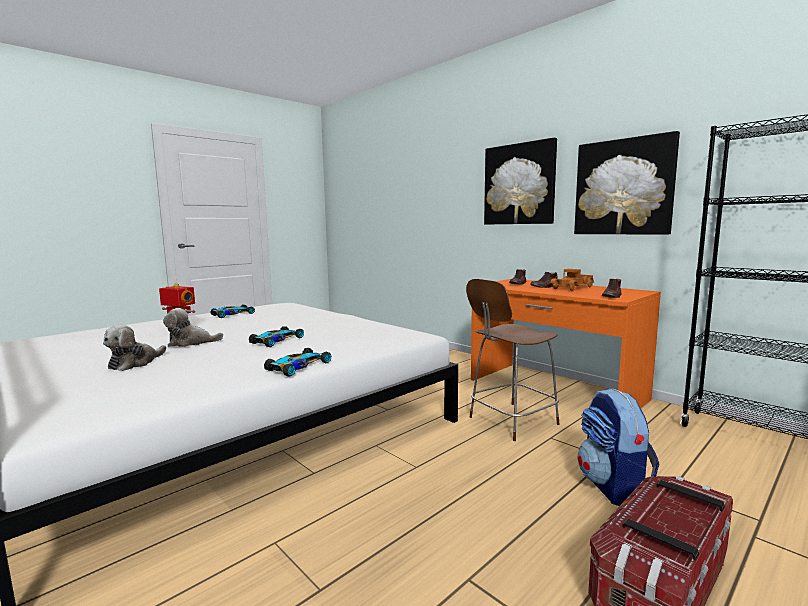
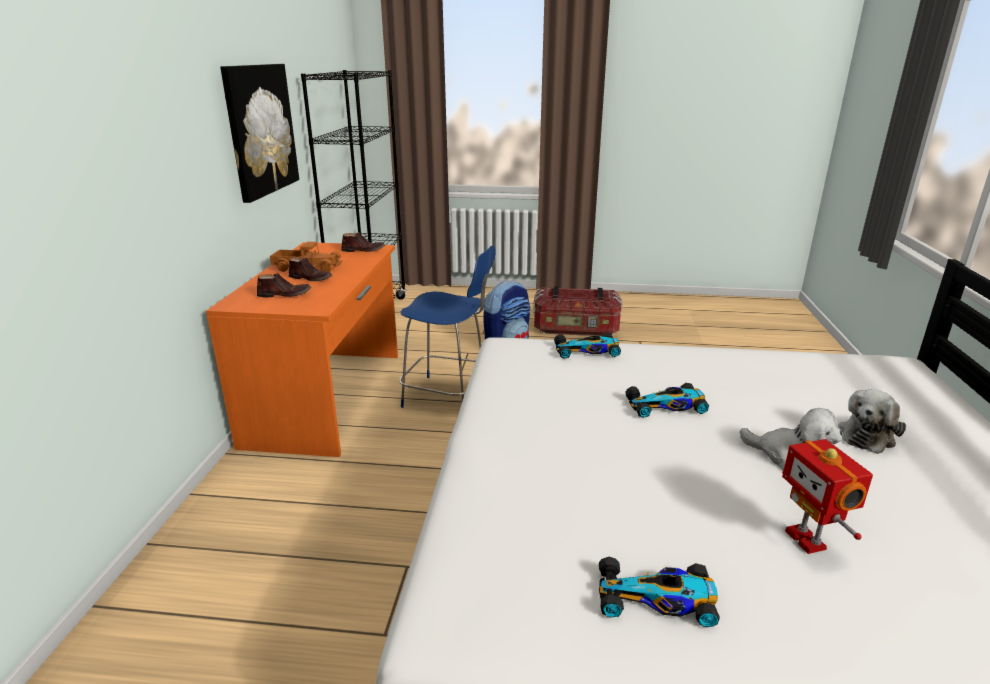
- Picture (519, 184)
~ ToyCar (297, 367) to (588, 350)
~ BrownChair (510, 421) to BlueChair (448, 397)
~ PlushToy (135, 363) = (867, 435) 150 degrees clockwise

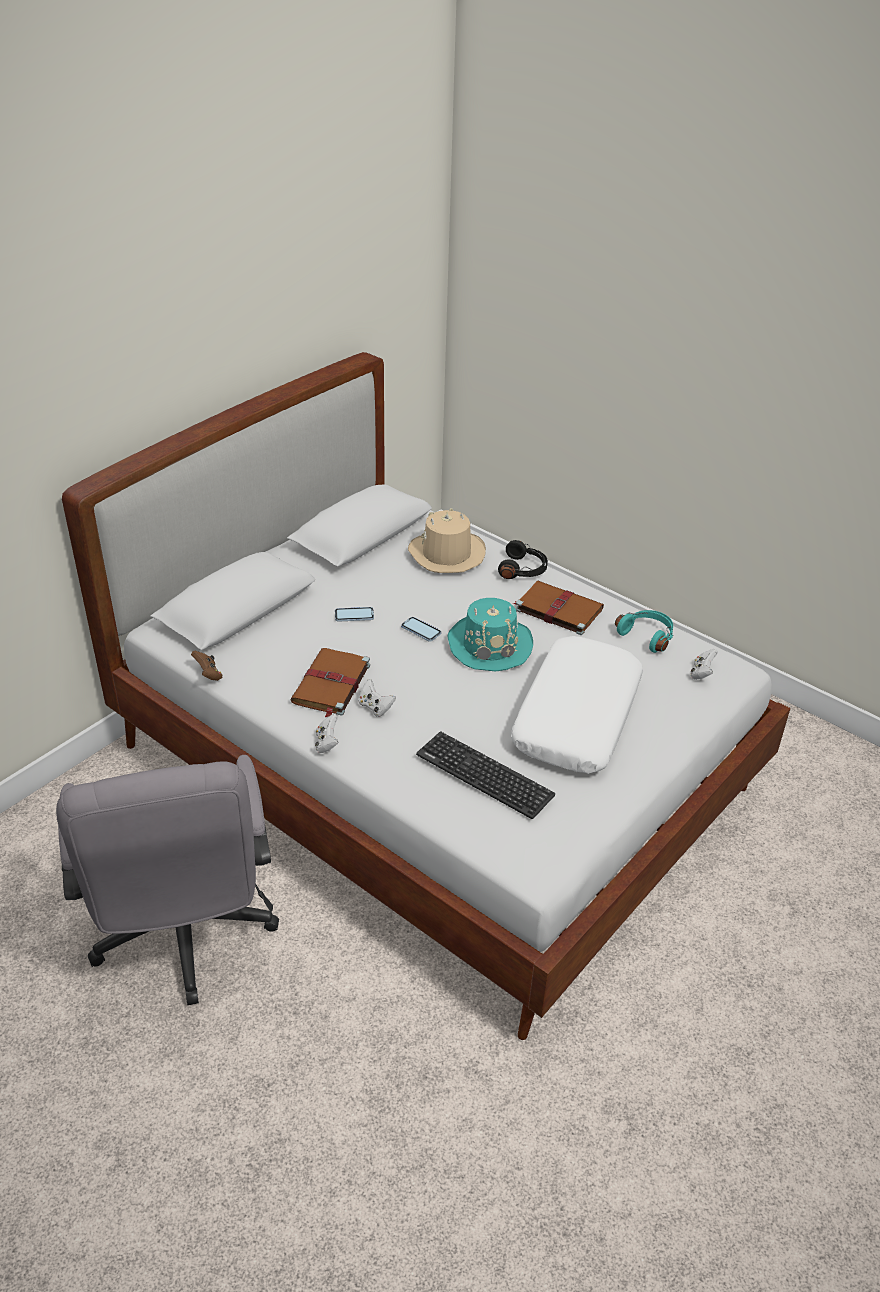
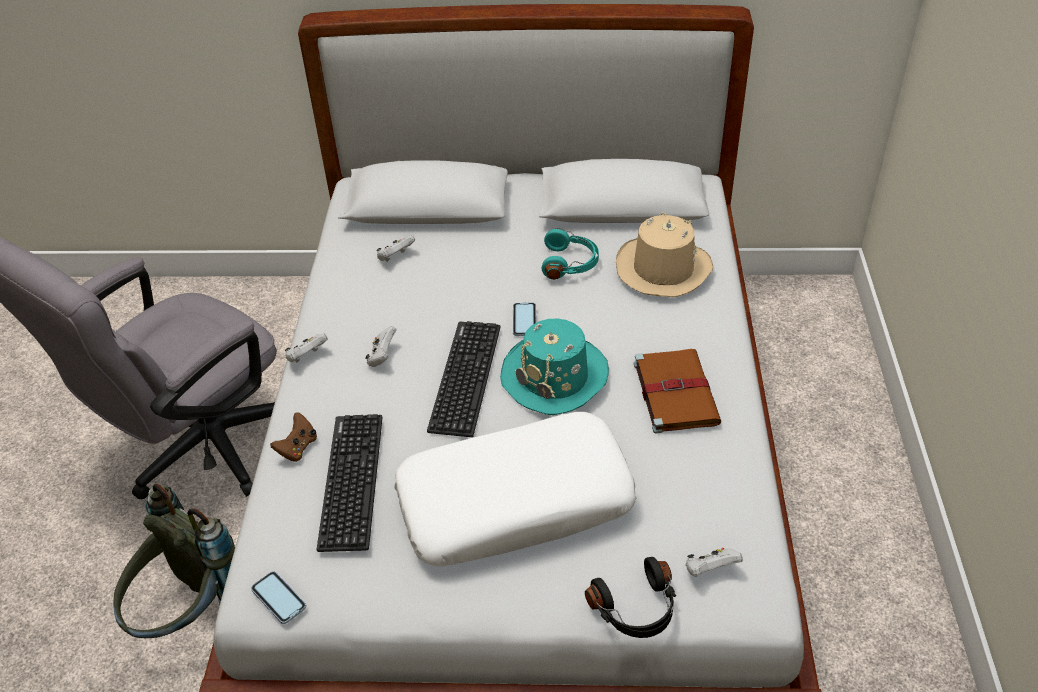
- BrownBook (331, 685)
+ GreyBackpack (189, 615)
+ WhiteGameController (395, 257)
+ Keyboard (465, 378)
~ BrownGameController (208, 674) to (298, 447)
~ Phone (354, 615) to (279, 598)
~ BlackHeadphones (523, 570) to (636, 609)
~ TurquoiseHeadphones (647, 636) to (570, 263)

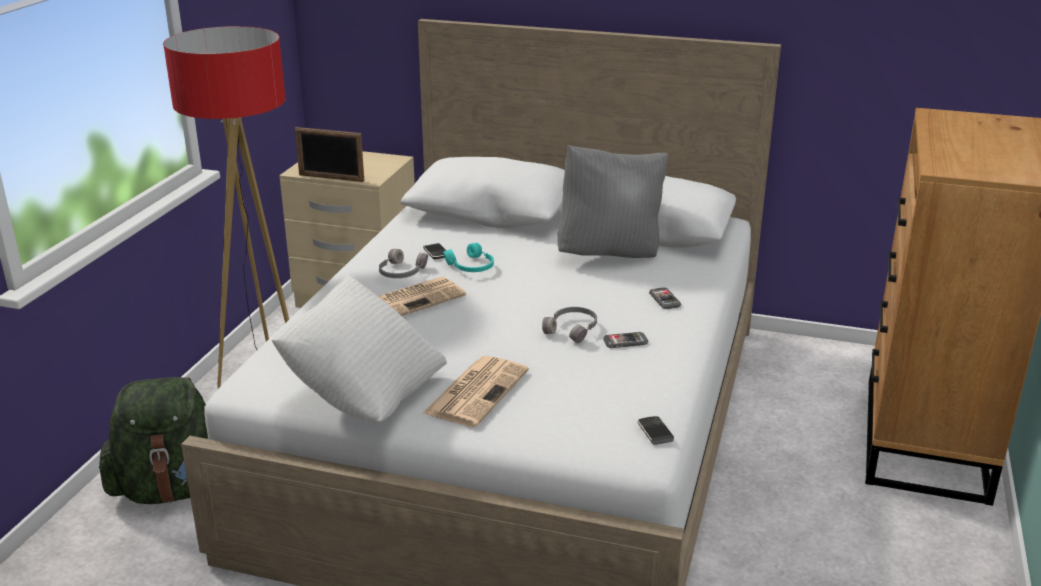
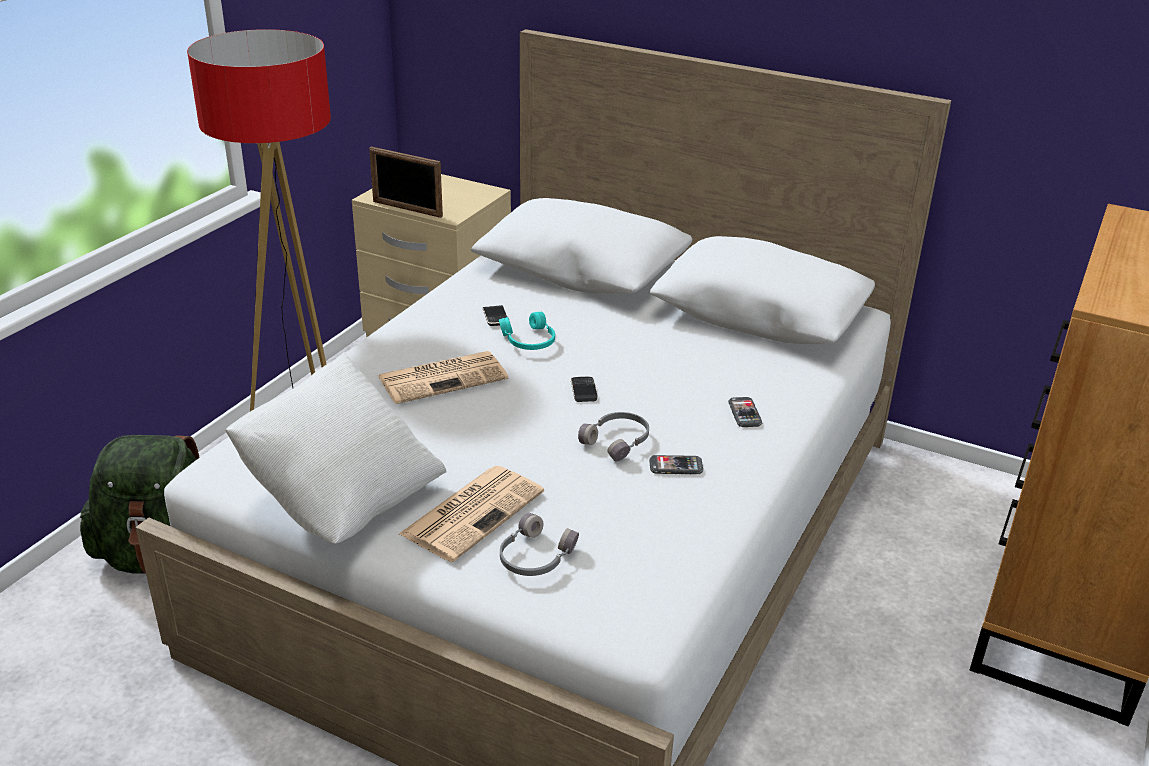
- GreyPillow (610, 253)
~ GreyHeadphones (401, 272) to (534, 557)
~ Phone (655, 432) to (583, 391)

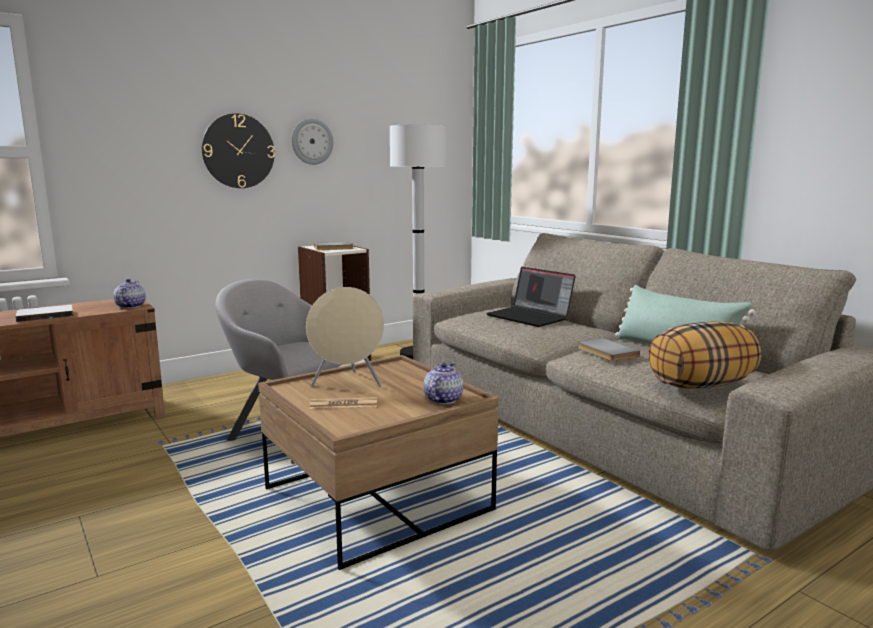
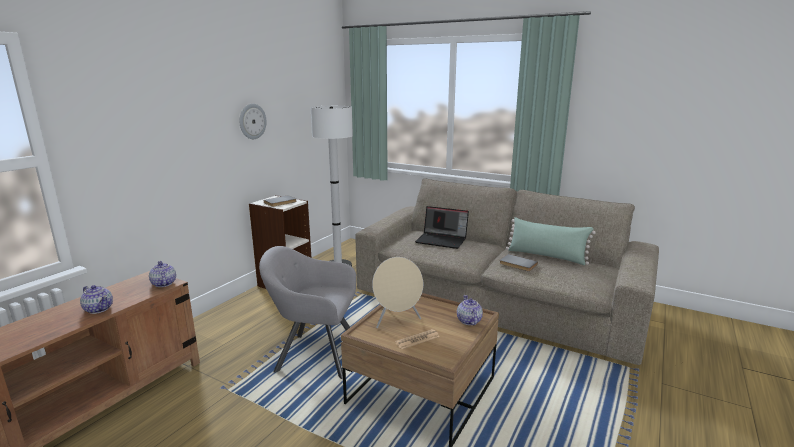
- WallClock (238, 151)
- Pillow (701, 385)
~ WhiteBook (45, 315) to Teapot (99, 309)

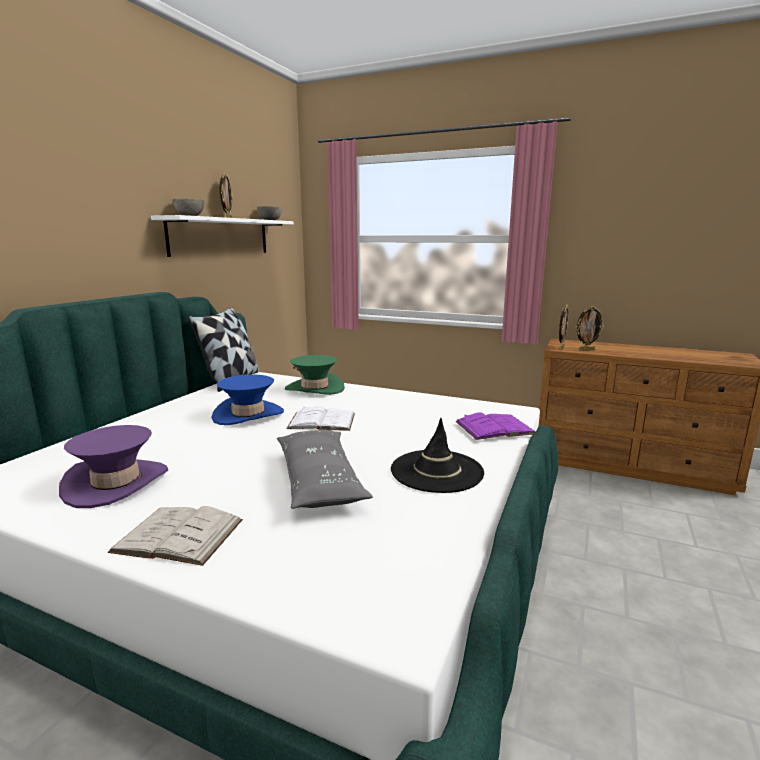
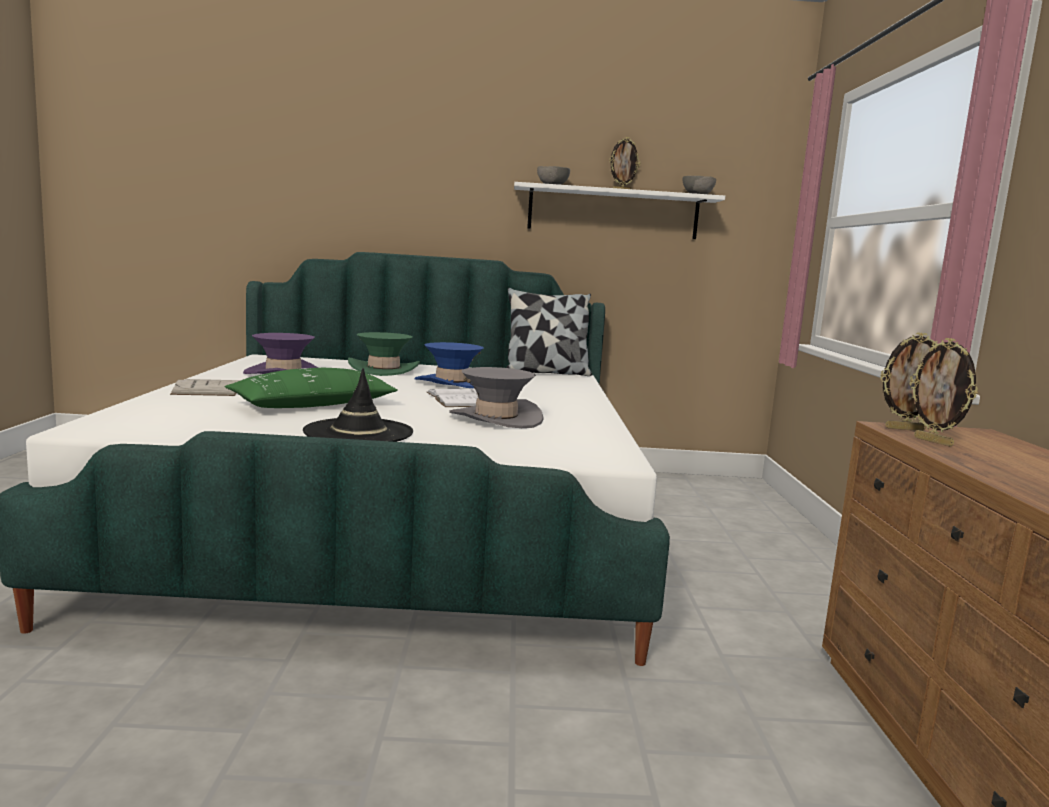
- PurpleBook (495, 427)
+ GreyHat (496, 418)
~ GreenHat (314, 388) to (383, 370)
~ GreyPillow (320, 481) to GreenPillow (313, 406)

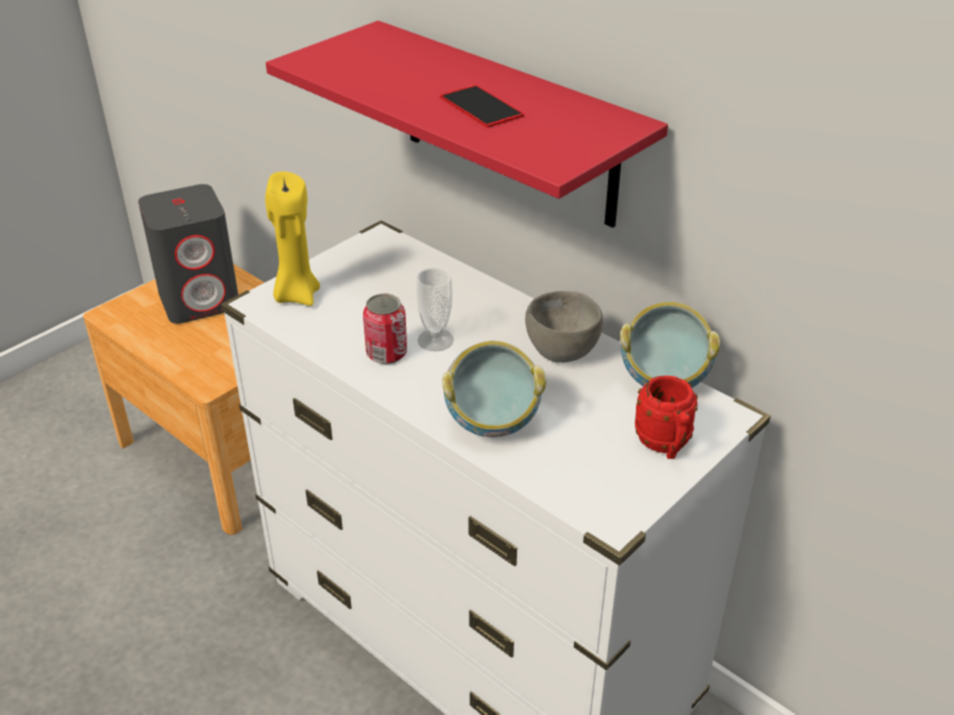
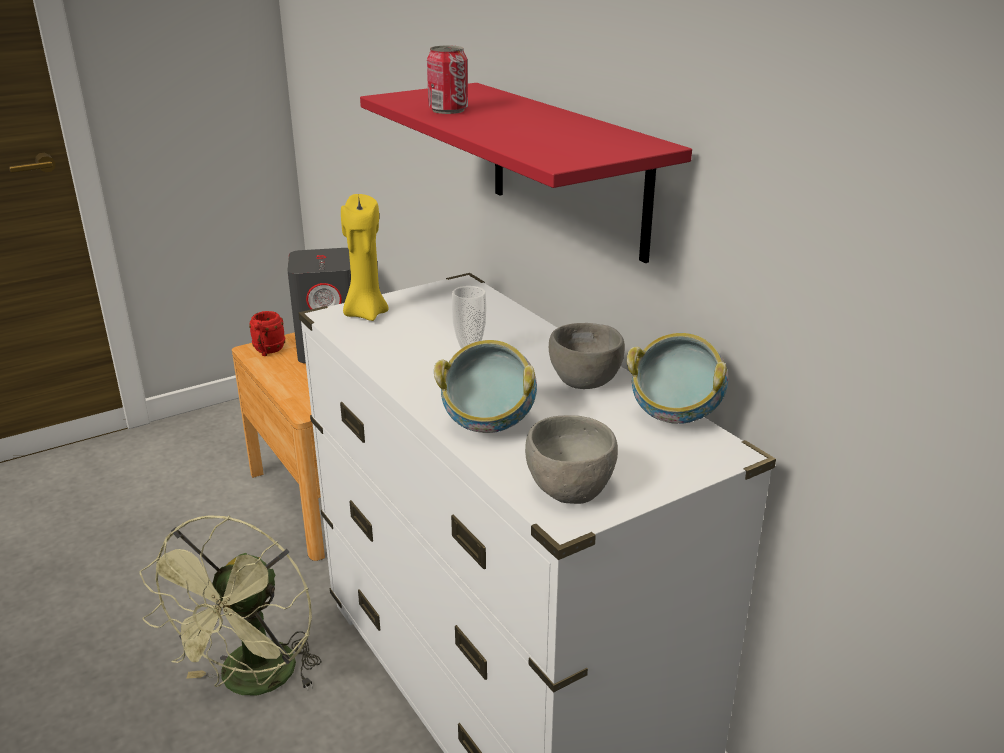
- Phone (481, 106)
+ GreenFan (253, 683)
+ GreyBowl (567, 490)
~ Can (386, 353) to (448, 110)
~ RedMug (665, 446) to (267, 351)

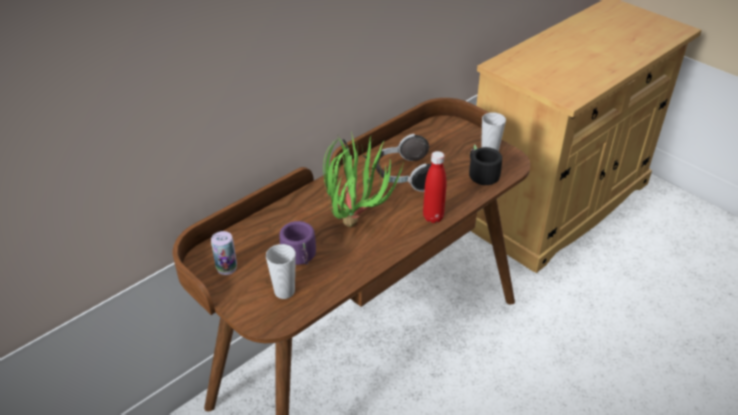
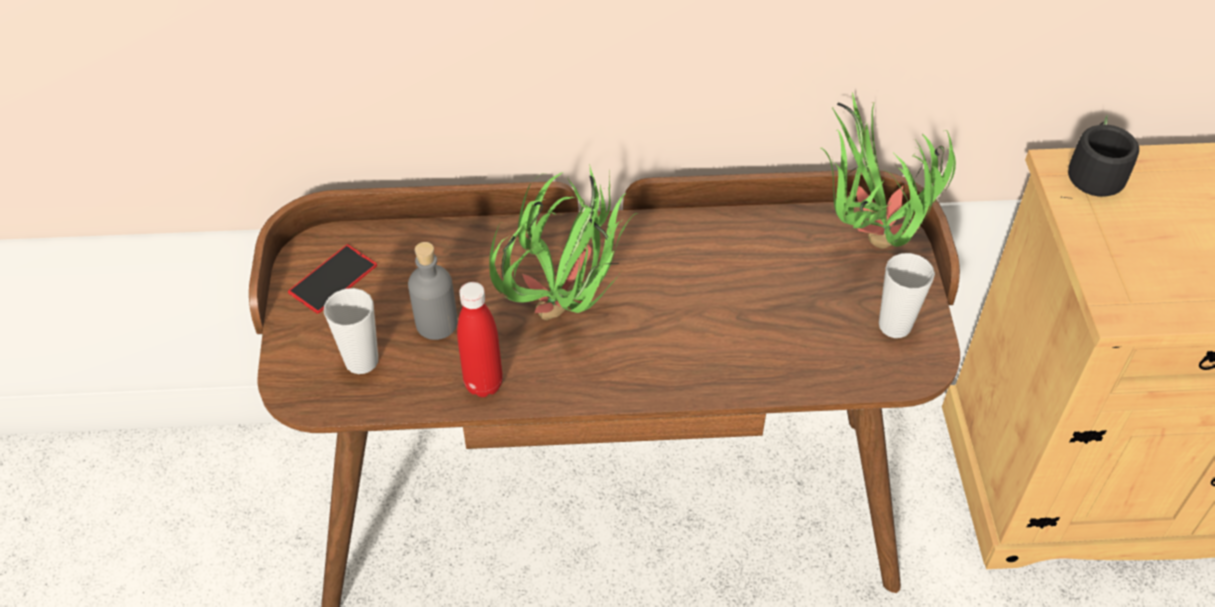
- Headphones (405, 176)
+ PottedPlant (865, 245)
~ RedBottle (433, 217) to (483, 384)
~ BlackMug (480, 176) to (1091, 174)
~ Can (226, 268) to Phone (333, 279)
~ PurpleMug (302, 256) to GreyBottle (436, 323)

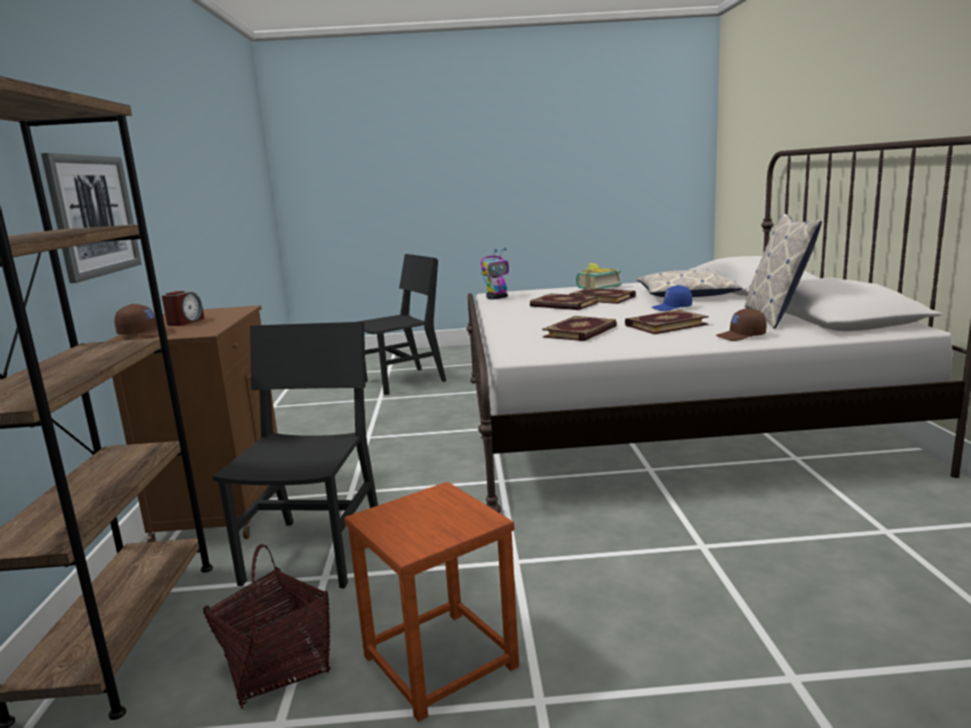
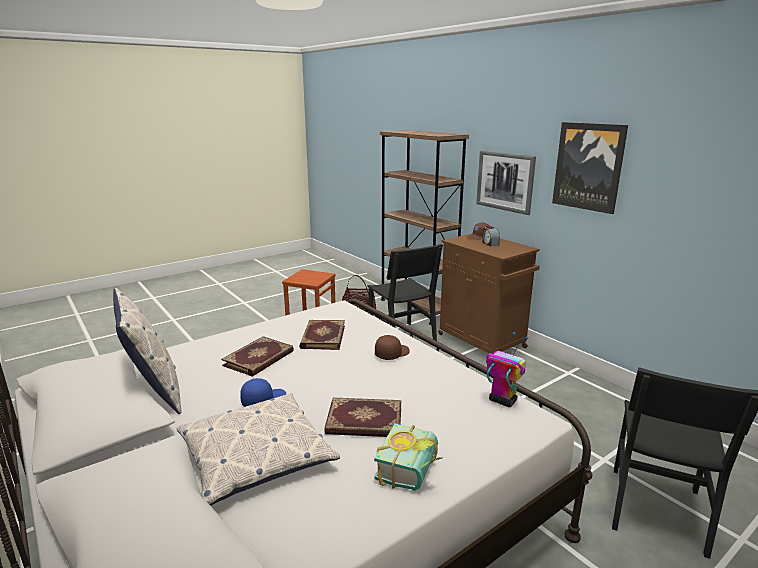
- Book (563, 305)
+ Picture (588, 166)
~ BrownCap (741, 336) to (391, 353)
~ ToyRobot (497, 298) = (502, 400) 105 degrees clockwise

